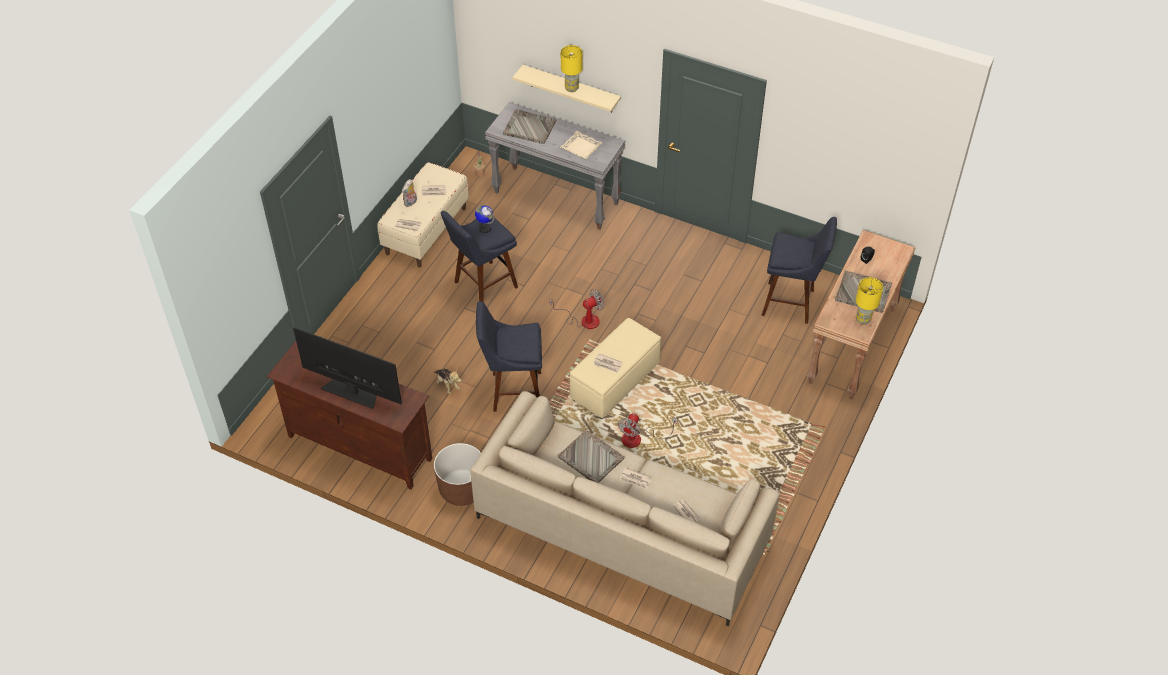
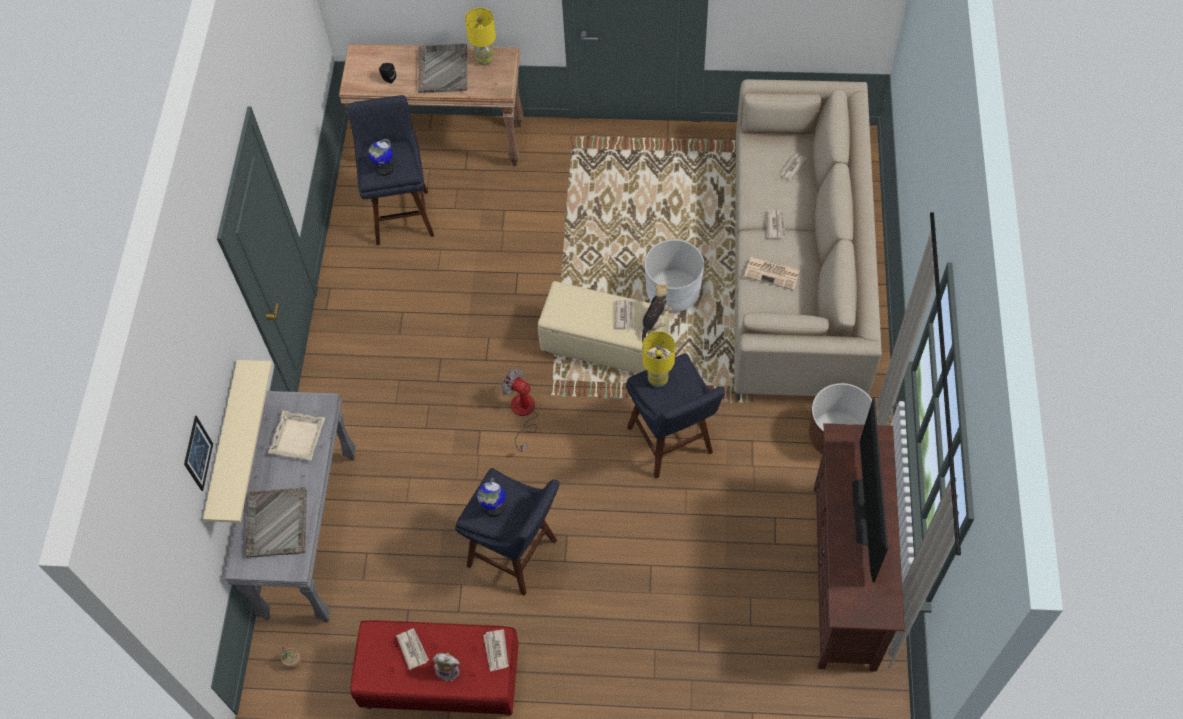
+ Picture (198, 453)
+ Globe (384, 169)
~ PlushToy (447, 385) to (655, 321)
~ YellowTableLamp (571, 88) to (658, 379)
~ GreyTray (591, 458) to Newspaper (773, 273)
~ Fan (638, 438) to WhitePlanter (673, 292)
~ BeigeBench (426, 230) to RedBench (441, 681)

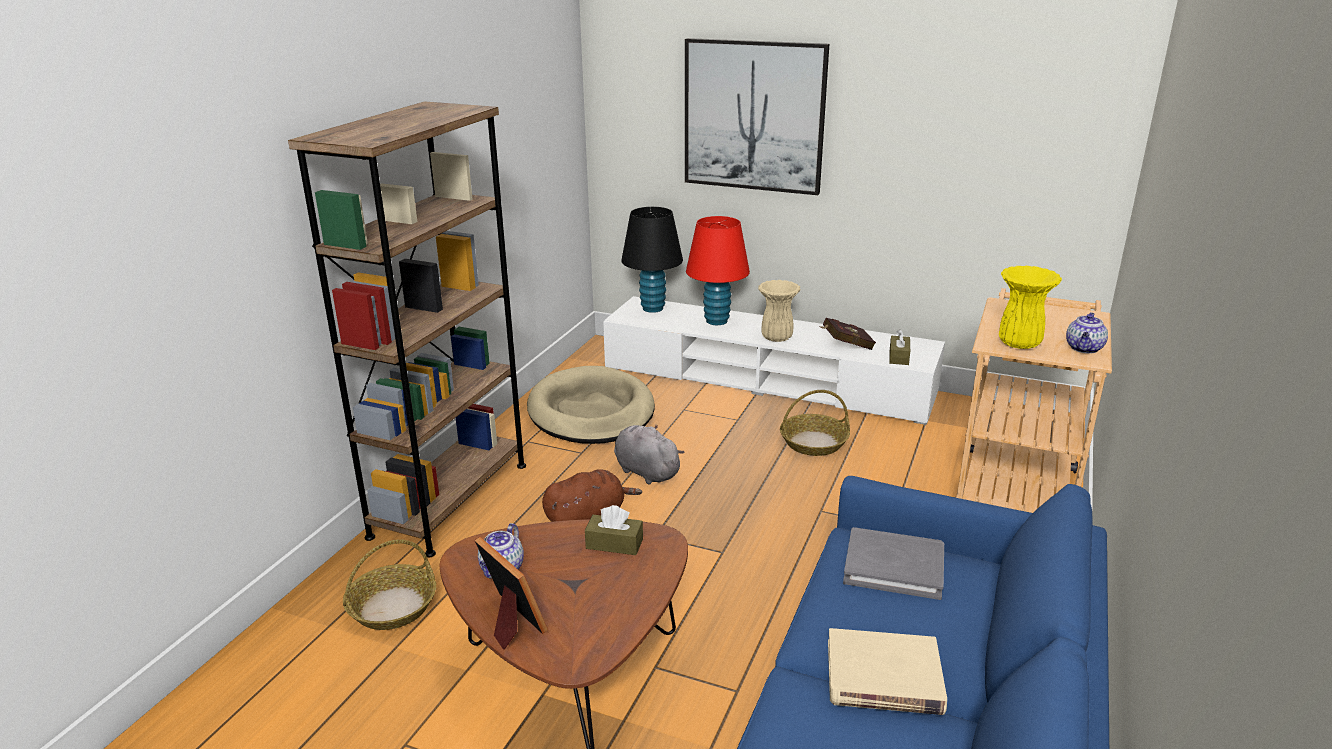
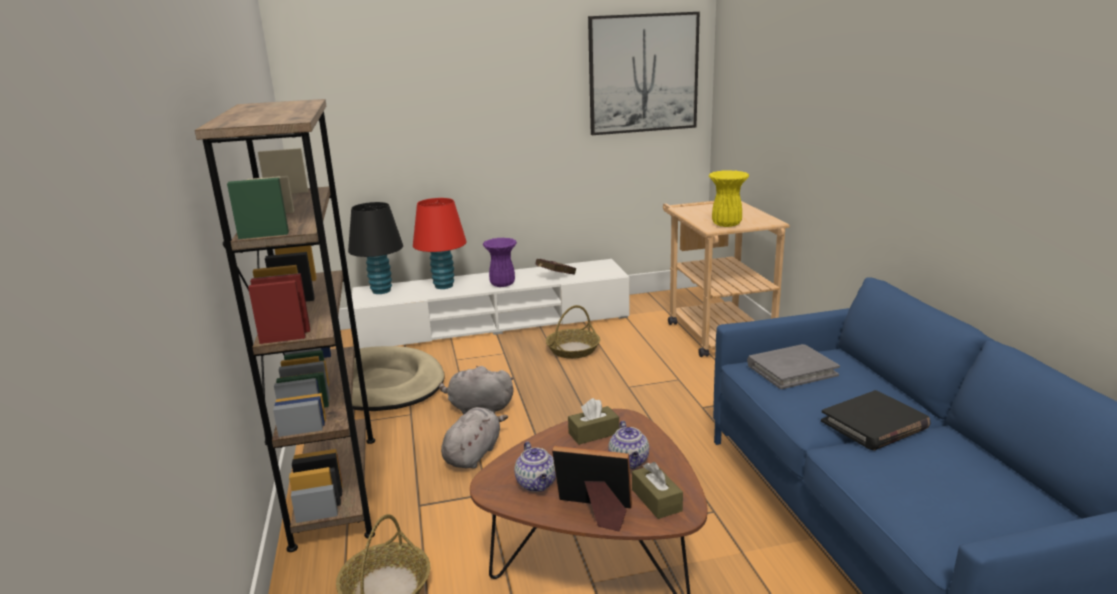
~ Picture (754, 116) to (643, 73)
~ BrownTissueBox (899, 357) to (656, 500)
~ Teapot (1084, 349) to (629, 462)
~ BrownPlushToy (588, 518) to GreyPlushToy (474, 454)
~ BeigeVase (776, 338) to PurpleVase (502, 284)
~ BeigeBook (883, 677) to BlackBook (874, 425)

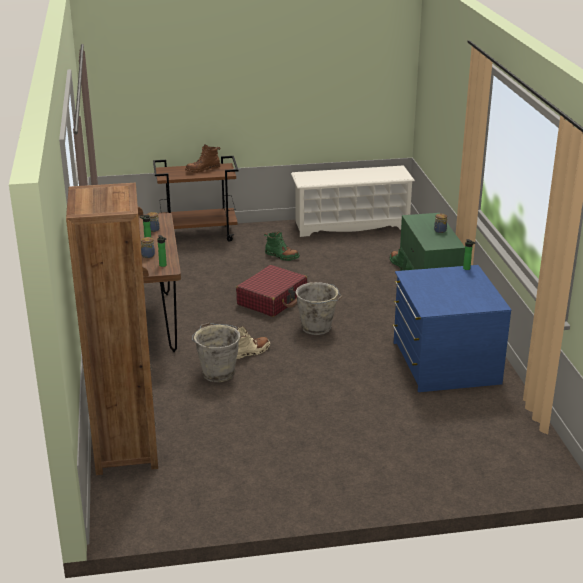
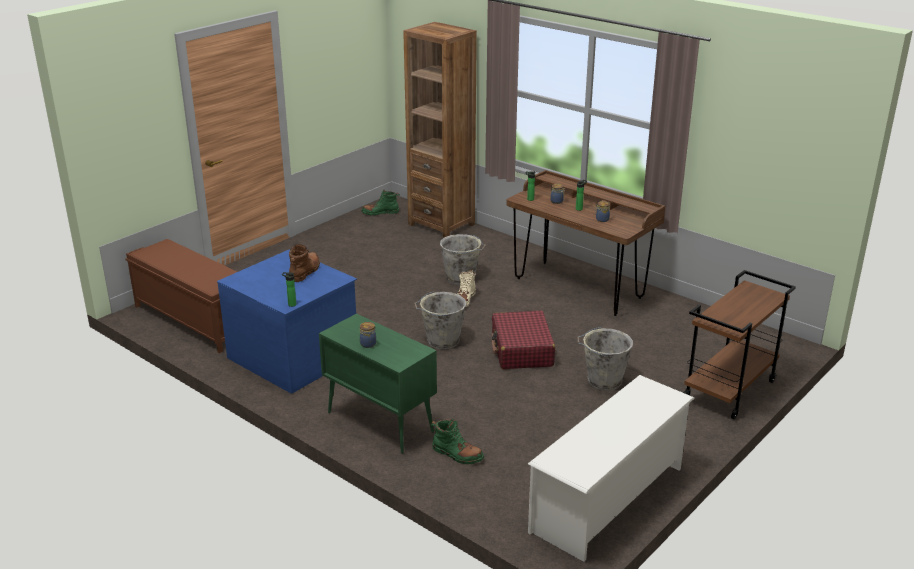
+ BrownBench (194, 319)
+ GreyBucket (603, 381)
~ BrownBoot (202, 169) to (305, 272)
~ GreenBoot (281, 256) to (380, 213)

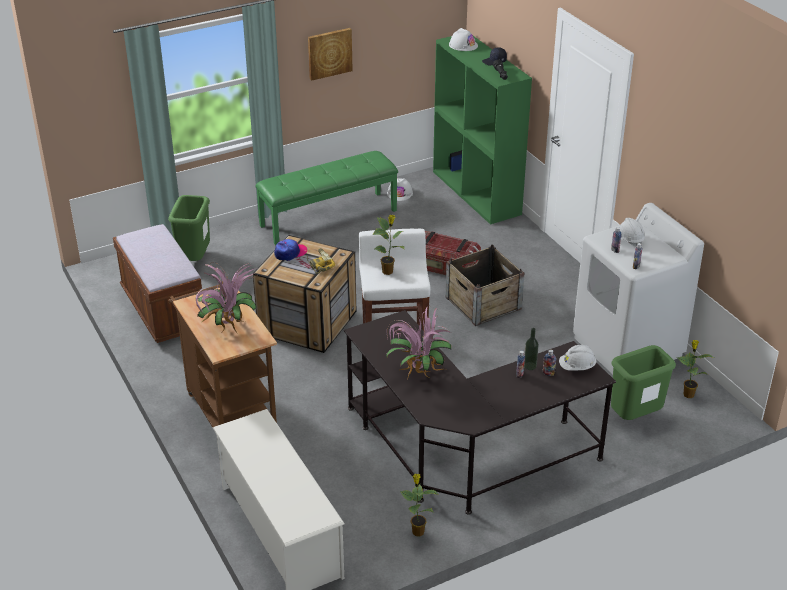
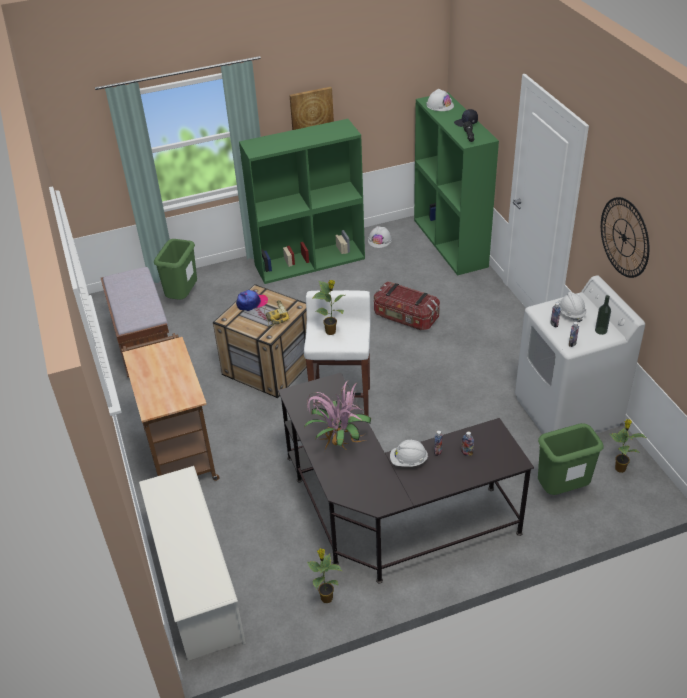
- PottedPlant (227, 327)
- Crate (483, 303)
+ WallClock (624, 237)
~ Bottle (530, 366) to (601, 330)
~ WhiteHardHat (577, 367) to (408, 461)
~ GreenBench (328, 217) to GreenBookcase (310, 261)

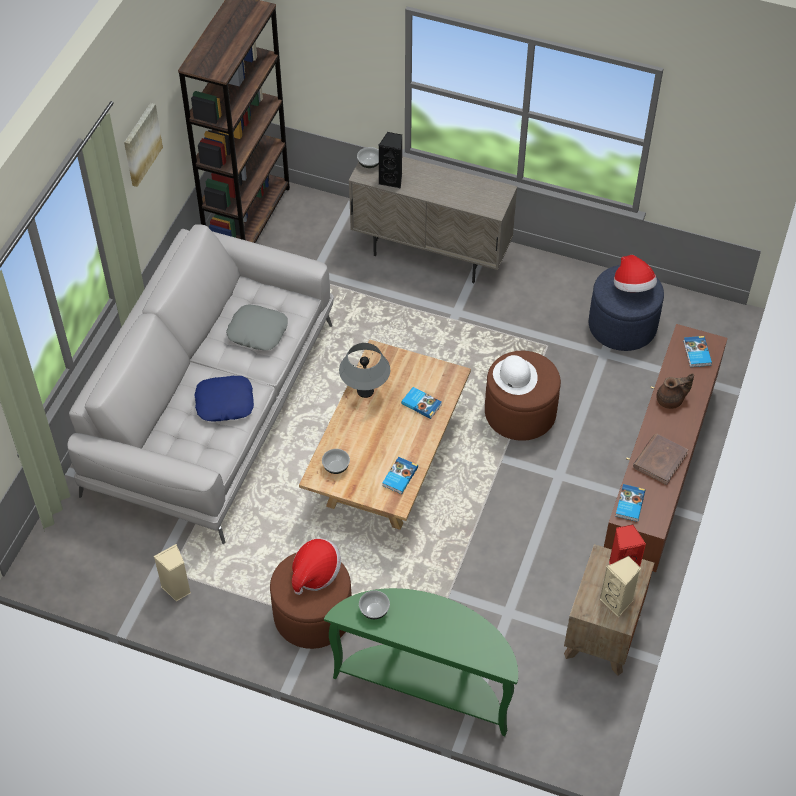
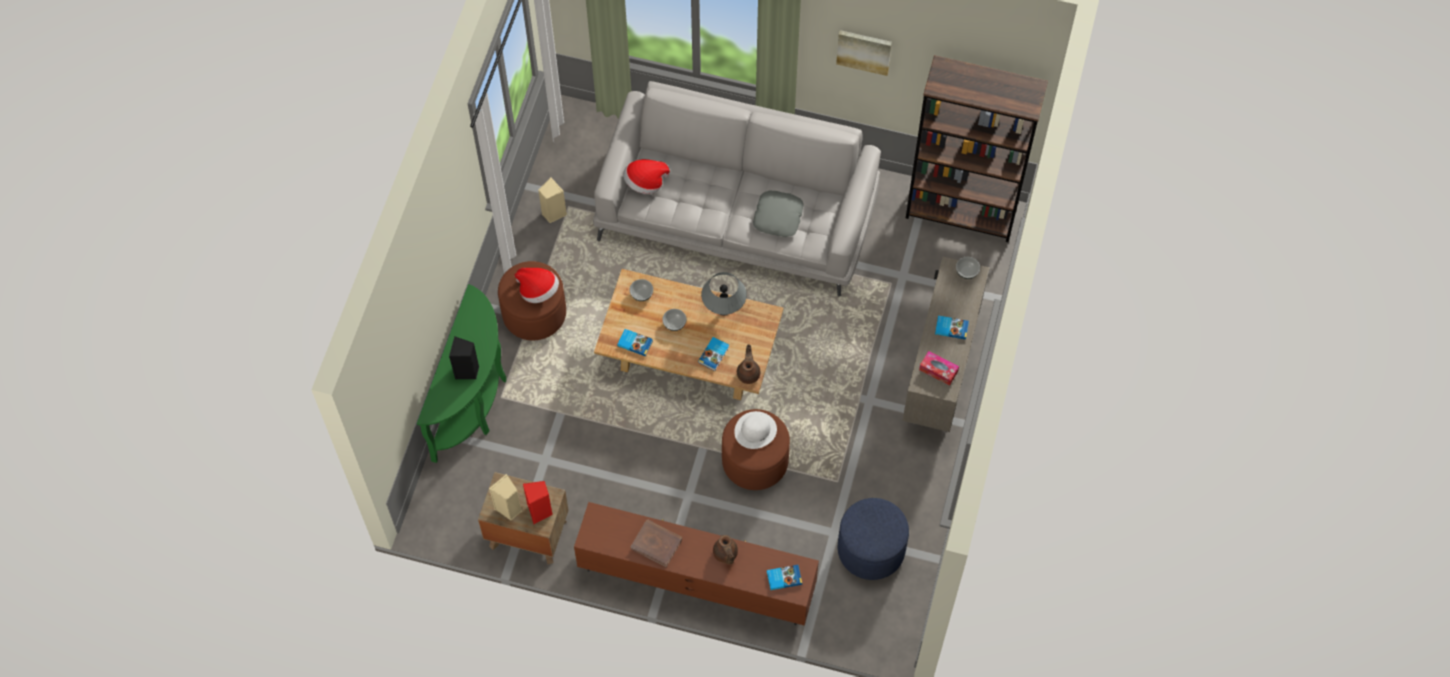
- BluePillow (224, 402)
+ BrownTeapot (748, 373)
+ TissueBox (938, 370)
~ Bowl (374, 610) to (674, 323)
~ BlackSpeaker (392, 179) to (467, 371)
~ Hat (633, 287) to (645, 182)
~ Book (629, 504) to (951, 328)

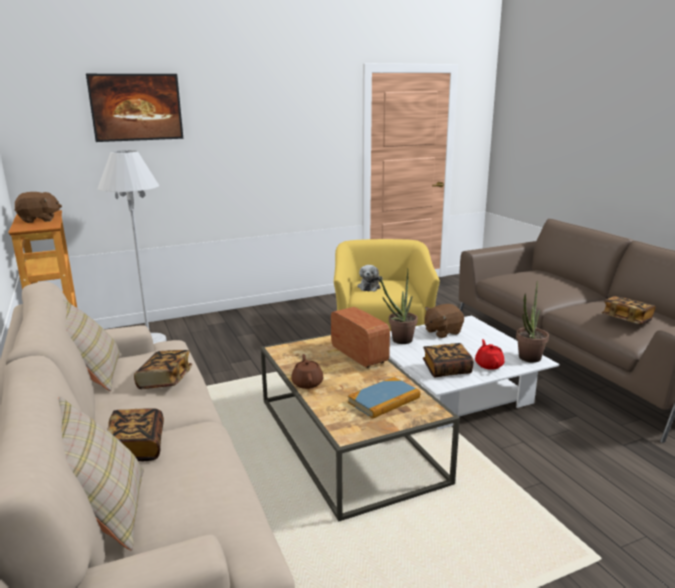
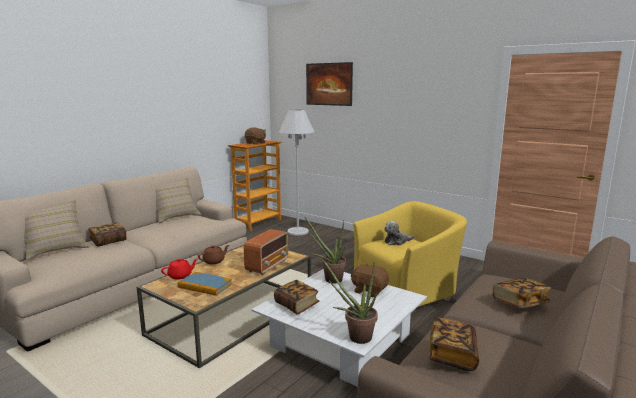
~ Book (165, 380) to (519, 302)
~ RedTeapot (489, 365) to (180, 276)

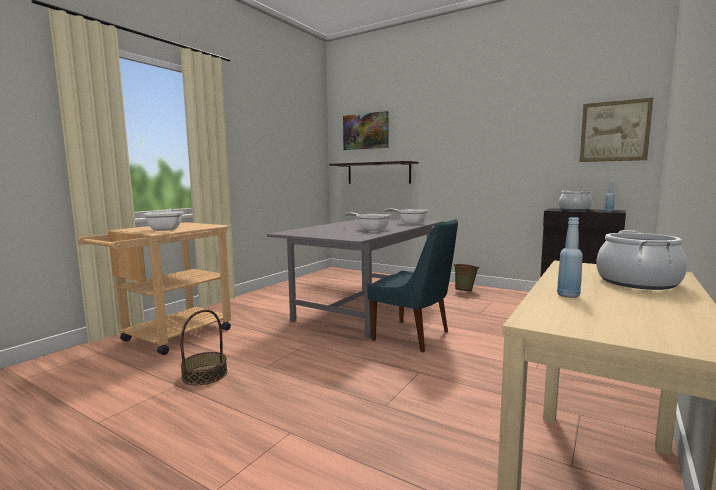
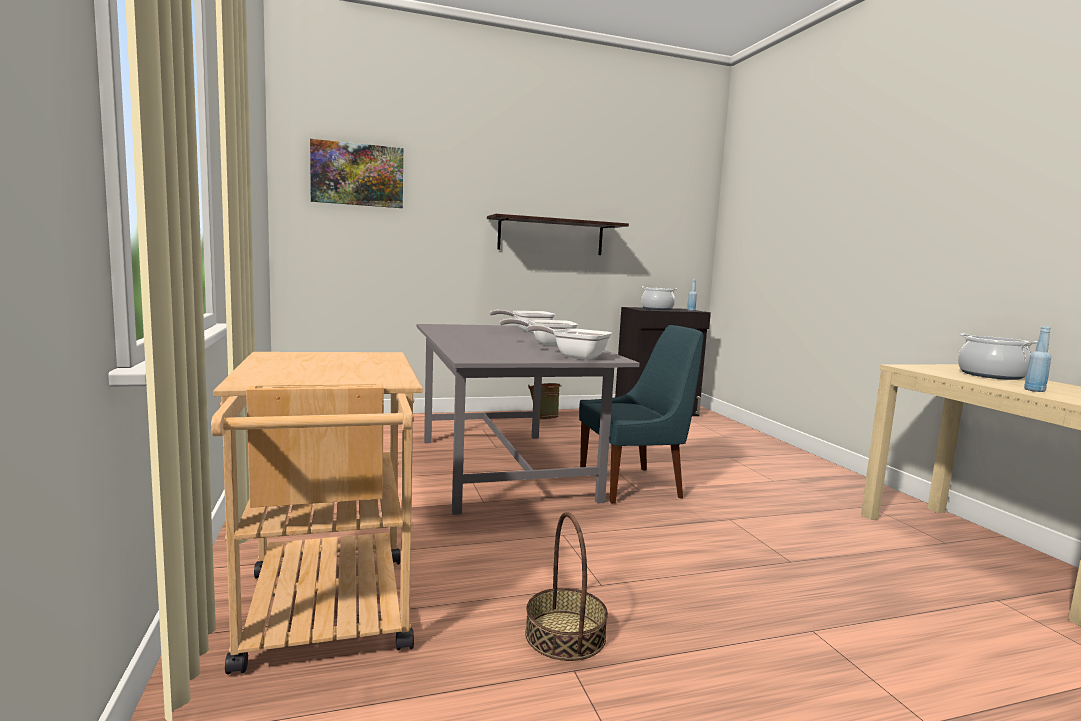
- Picture (614, 131)
~ FryingPan (167, 229) to (575, 356)
~ Shelf (378, 173) to (551, 236)

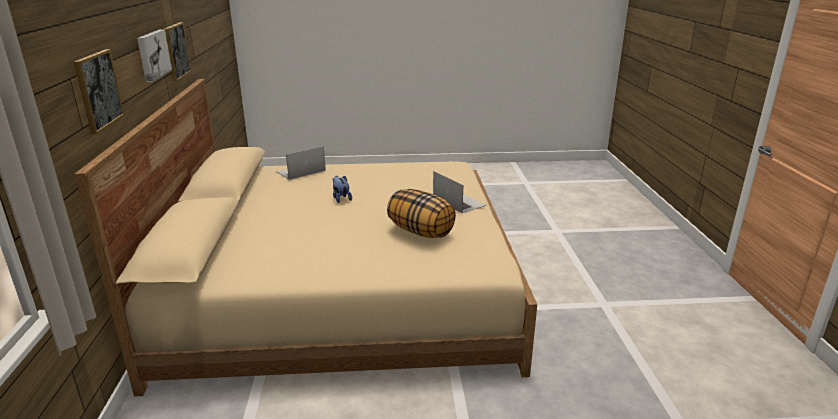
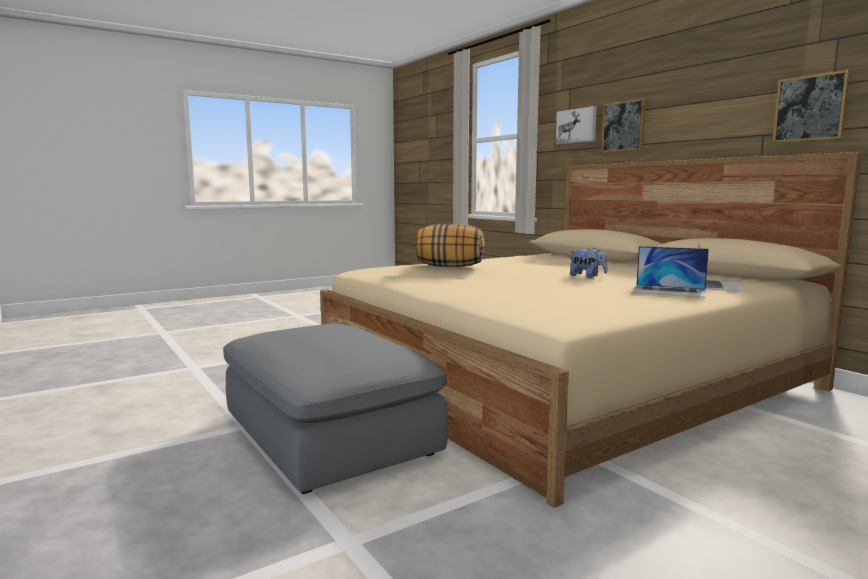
+ GreyOttoman (330, 436)
~ Picture (152, 55) to (577, 126)
~ Laptop (458, 201) to (669, 291)

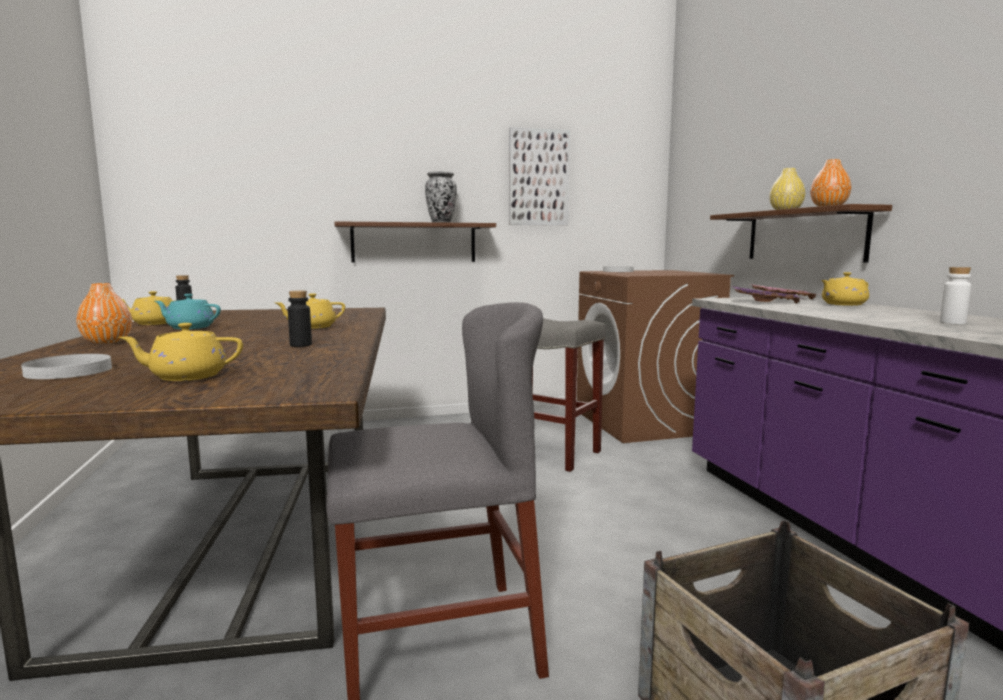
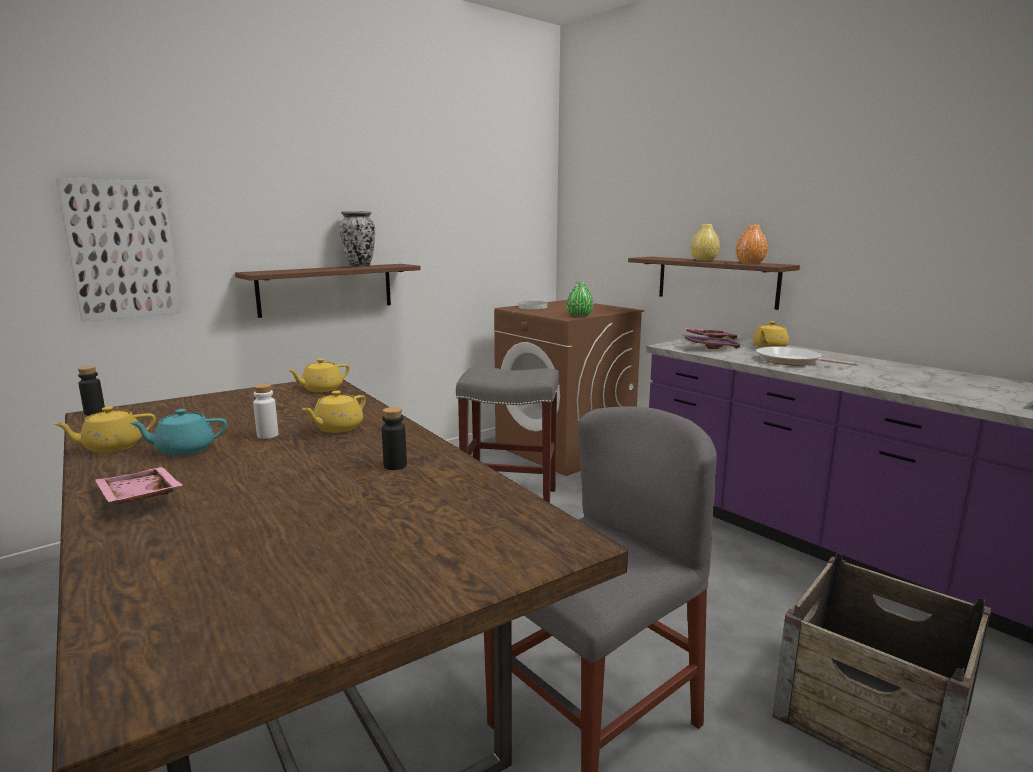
- WhitePlate (69, 371)
+ GreenVase (579, 315)
+ FryingPan (792, 361)
~ YellowTeapot (187, 376) to (321, 389)
~ Picture (538, 177) to (122, 250)
~ WhiteBottle (952, 322) to (267, 435)
~ OrangeVase (107, 342) to PinkTray (137, 498)

